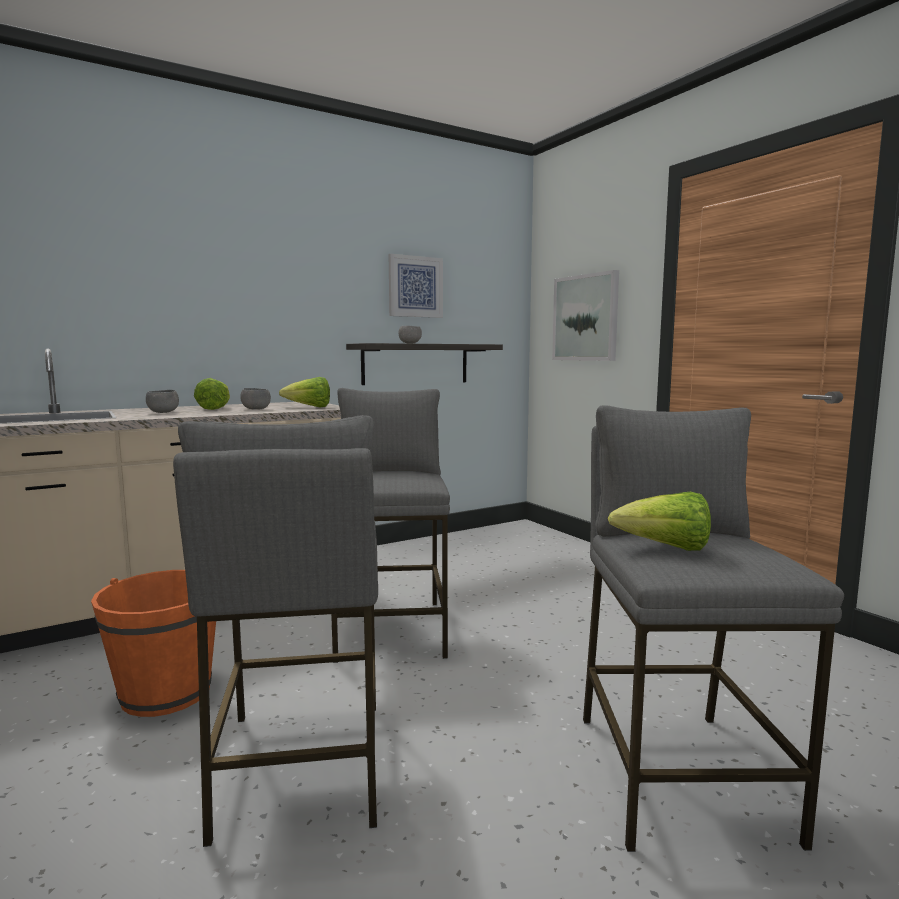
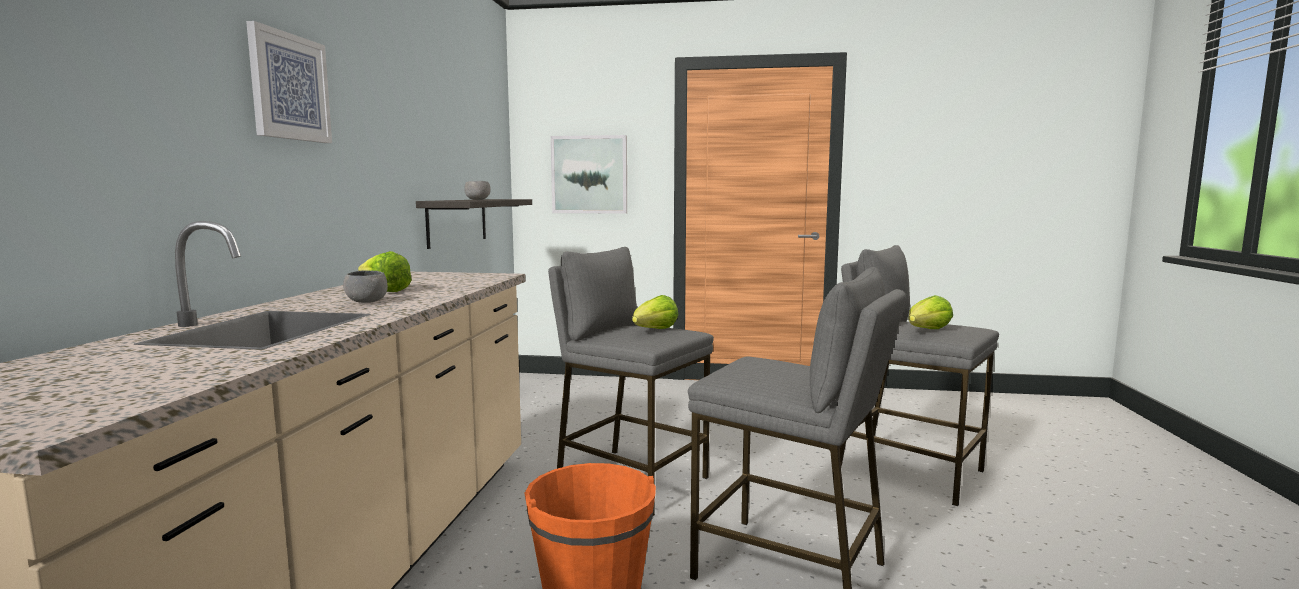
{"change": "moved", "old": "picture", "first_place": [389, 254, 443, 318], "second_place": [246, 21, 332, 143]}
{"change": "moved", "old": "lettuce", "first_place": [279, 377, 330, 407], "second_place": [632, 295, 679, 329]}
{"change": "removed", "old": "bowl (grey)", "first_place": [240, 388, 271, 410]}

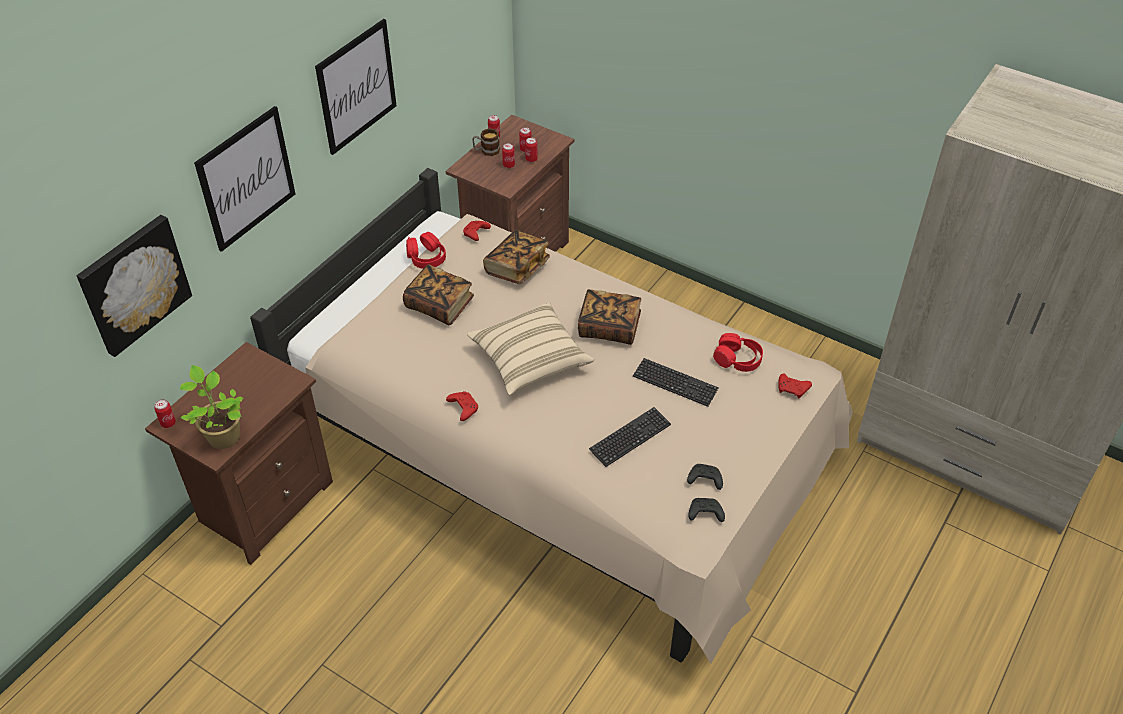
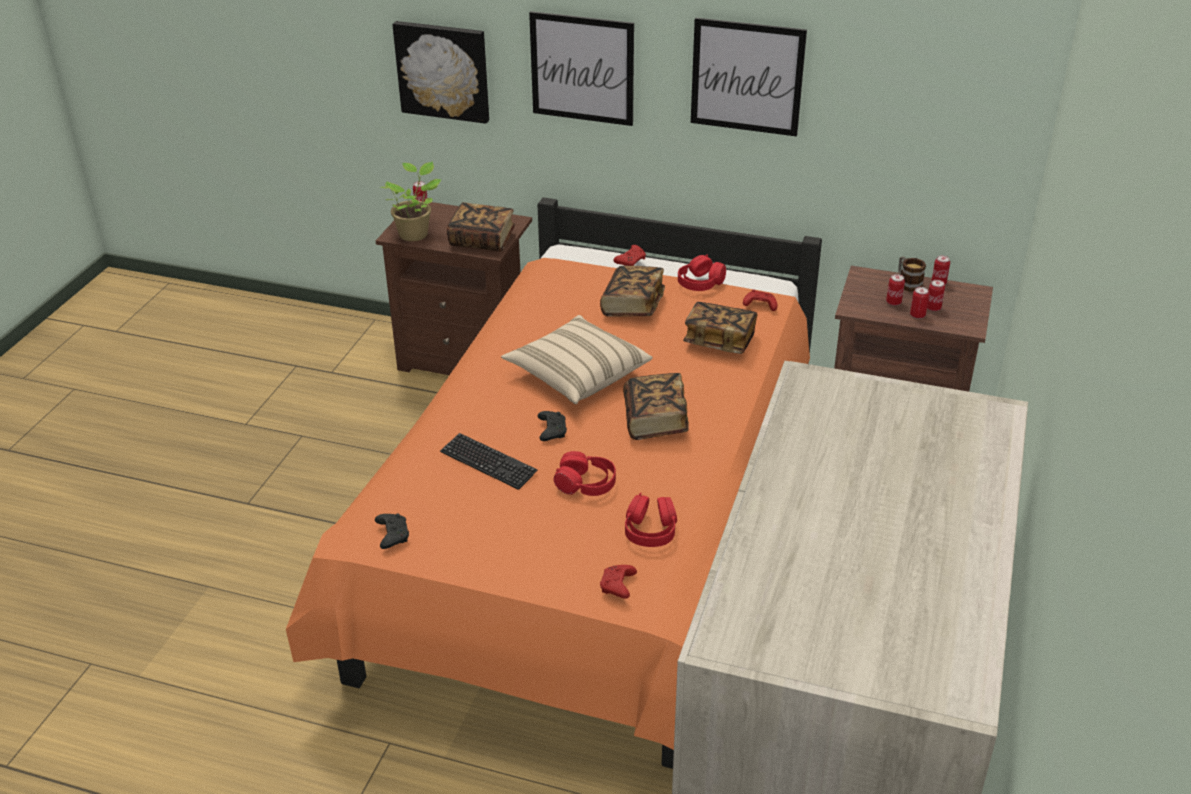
{"change": "recoloured", "old": "bed (beige)", "new": "bed (orange)", "first_place": [250, 168, 853, 664], "second_place": [286, 197, 822, 769]}
{"change": "added", "new": "book", "second_place": [447, 202, 515, 252]}
{"change": "moved", "old": "game controller (black)", "first_place": [687, 464, 723, 490], "second_place": [538, 411, 567, 441]}
{"change": "replaced", "old": "keyboard", "new": "headphones (red)", "first_place": [633, 358, 719, 407], "second_place": [554, 451, 616, 496]}
{"change": "moved", "old": "game controller (red)", "first_place": [446, 391, 478, 421], "second_place": [614, 245, 646, 266]}

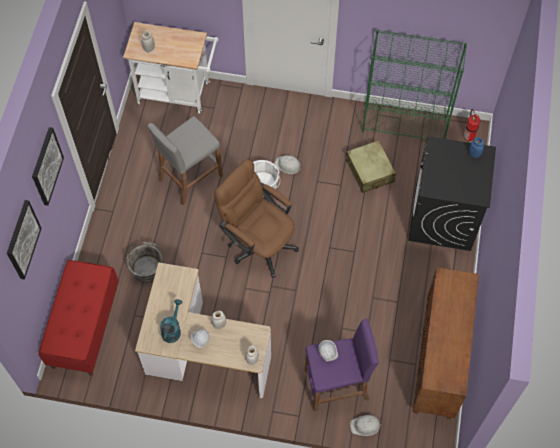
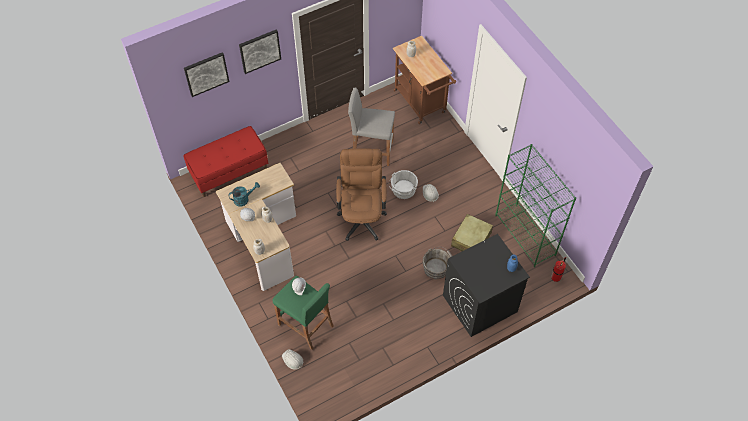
{"change": "recoloured", "old": "stool (purple)", "new": "stool (green)", "first_place": [305, 319, 379, 412], "second_place": [273, 276, 334, 350]}
{"change": "recoloured", "old": "cart (white)", "new": "cart (brown)", "first_place": [123, 22, 219, 114], "second_place": [393, 36, 456, 124]}
{"change": "moved", "old": "bucket (grey)", "first_place": [126, 241, 164, 283], "second_place": [423, 247, 452, 279]}
{"change": "removed", "old": "cabinet (brown)", "first_place": [413, 267, 479, 419]}

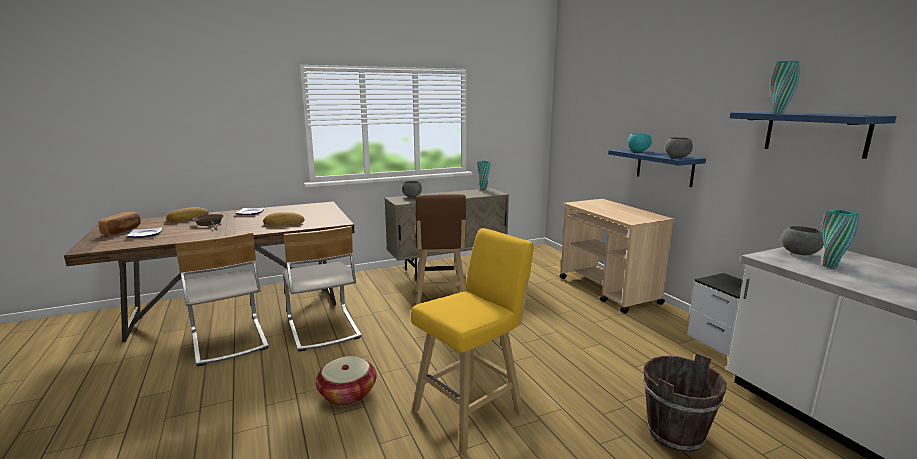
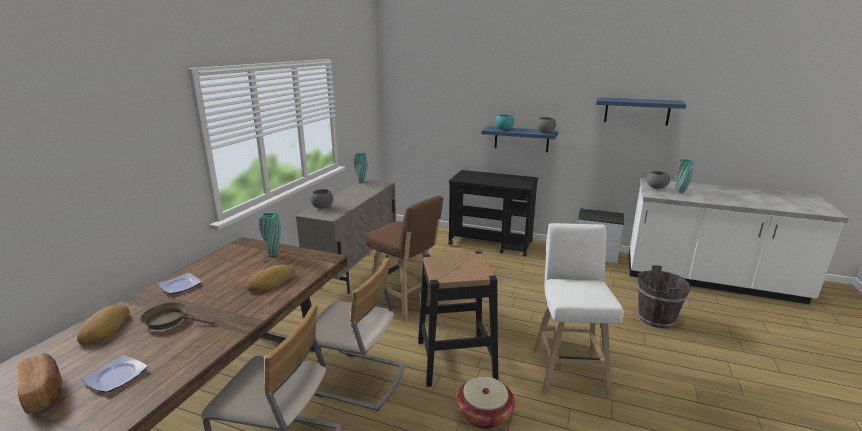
{"change": "moved", "old": "vase (turquoise)", "first_place": [771, 61, 800, 113], "second_place": [259, 213, 281, 256]}
{"change": "added", "new": "stool (black)", "second_place": [418, 251, 498, 387]}
{"change": "recoloured", "old": "cart (beige)", "new": "cart (black)", "first_place": [560, 199, 675, 314], "second_place": [448, 170, 538, 257]}
{"change": "recoloured", "old": "stool (yellow)", "new": "stool (white)", "first_place": [411, 228, 533, 452], "second_place": [533, 223, 624, 397]}

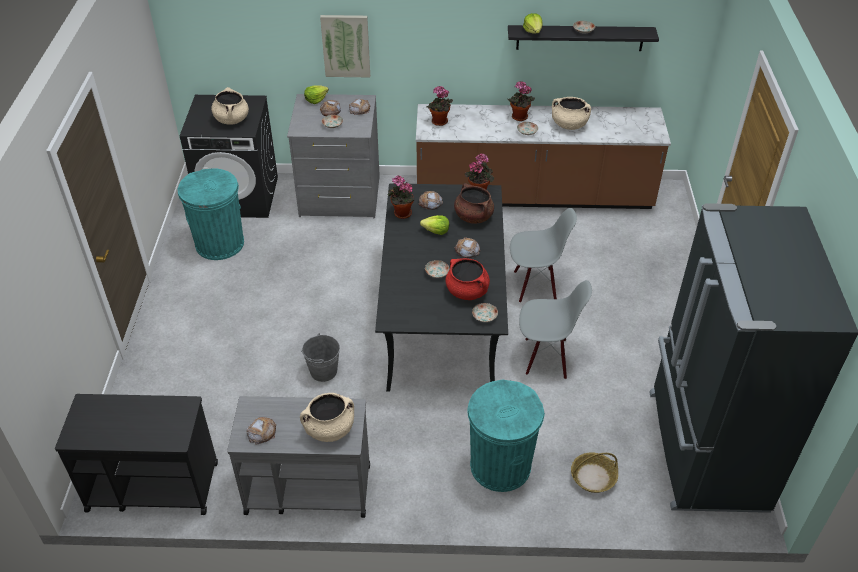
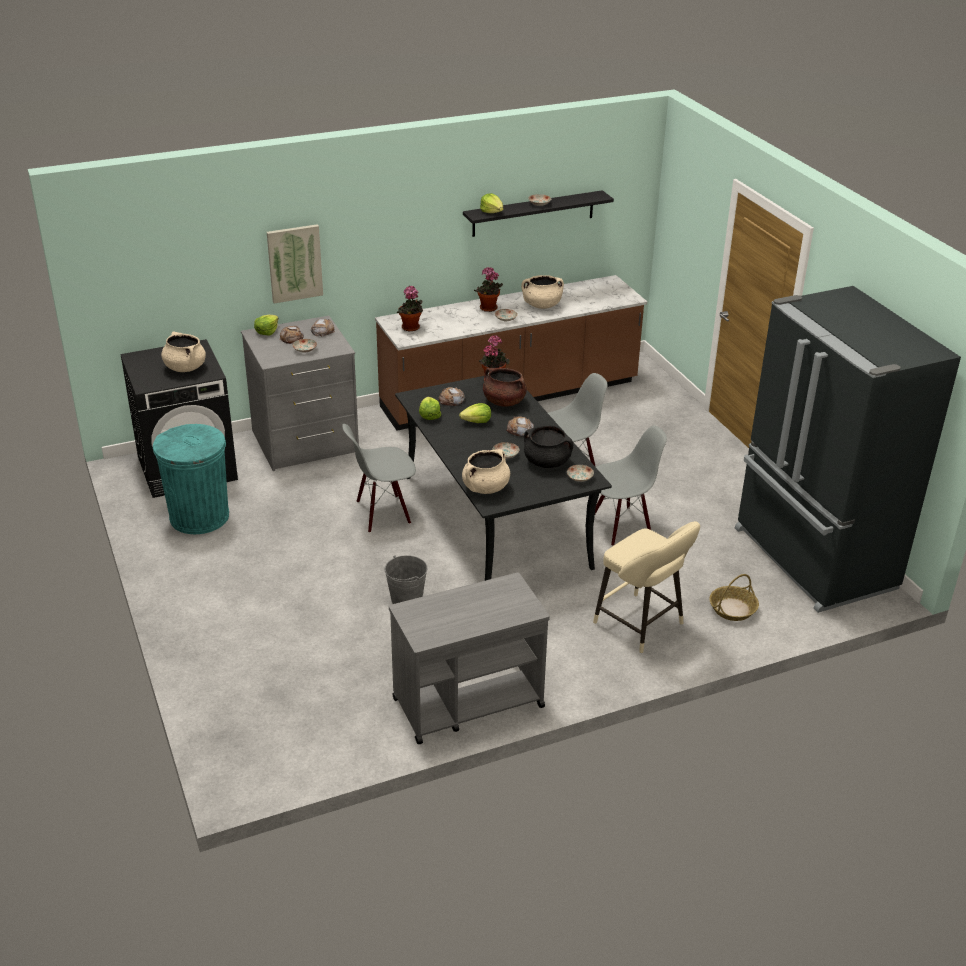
{"change": "added", "new": "chair (grey)", "second_place": [342, 424, 416, 533]}
{"change": "replaced", "old": "potted plant", "new": "lettuce", "first_place": [387, 175, 414, 219], "second_place": [419, 397, 441, 420]}
{"change": "moved", "old": "cooking pot (beige)", "first_place": [300, 393, 354, 442], "second_place": [462, 449, 510, 494]}
{"change": "recoloured", "old": "cooking pot (red)", "new": "cooking pot (black)", "first_place": [445, 258, 490, 300], "second_place": [524, 426, 573, 468]}
{"change": "replaced", "old": "trash can (turquoise)", "new": "stool (beige)", "first_place": [467, 379, 545, 492], "second_place": [593, 521, 700, 653]}
{"change": "removed", "old": "cart (black)", "first_place": [55, 394, 218, 515]}
{"change": "removed", "old": "bread", "first_place": [246, 417, 276, 445]}

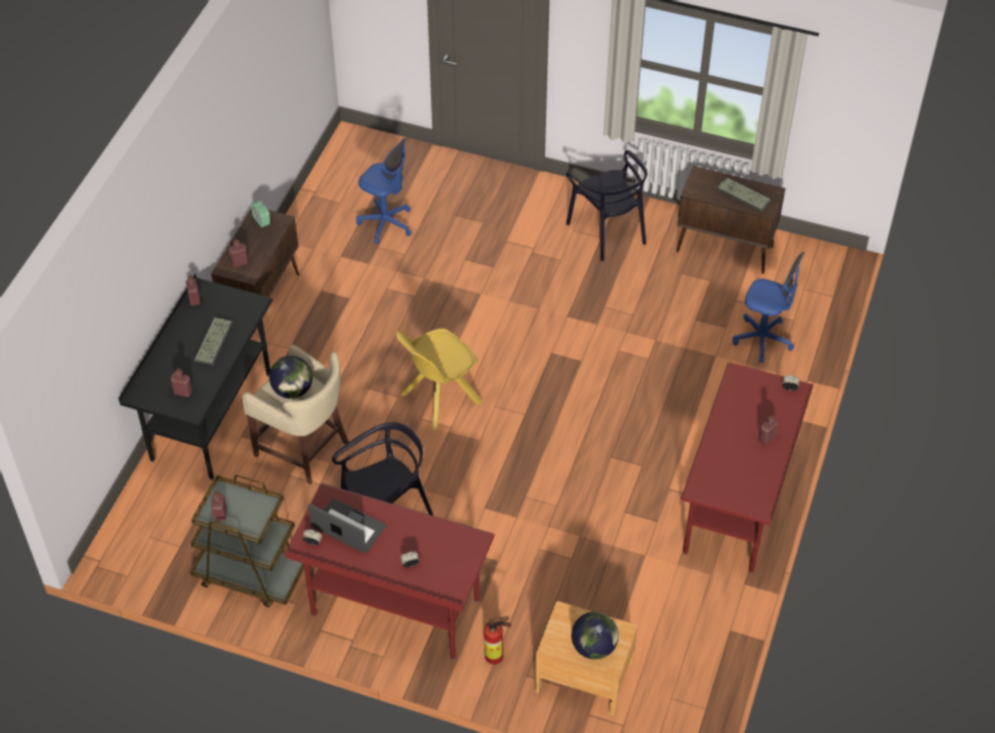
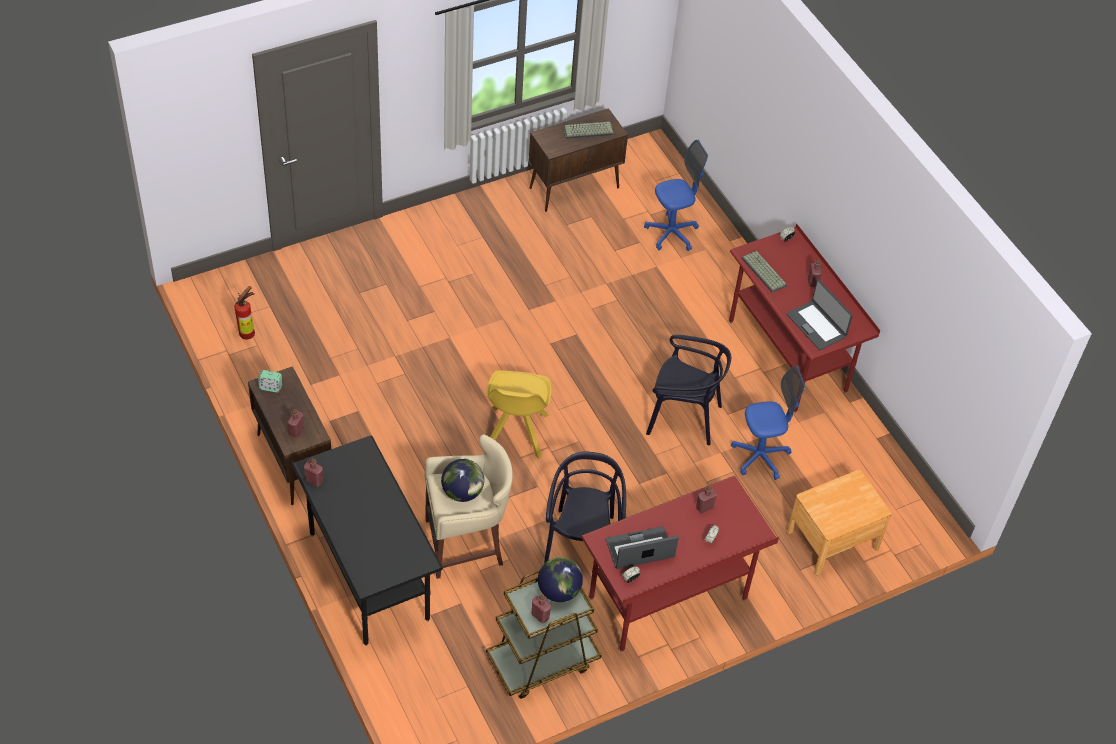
{"change": "moved", "old": "fire extinguisher", "first_place": [484, 616, 511, 664], "second_place": [234, 286, 255, 339]}
{"change": "moved", "old": "globe", "first_place": [571, 612, 619, 659], "second_place": [538, 557, 583, 602]}
{"change": "moved", "old": "chair (black)", "first_place": [566, 150, 648, 261], "second_place": [646, 335, 731, 446]}
{"change": "moved", "old": "bottle (red)", "first_place": [170, 368, 192, 397], "second_place": [696, 485, 717, 513]}
{"change": "moved", "old": "office chair (blue)", "first_place": [356, 138, 412, 244], "second_place": [731, 365, 805, 480]}
{"change": "moved", "old": "keyboard", "first_place": [194, 317, 234, 365], "second_place": [742, 251, 787, 293]}
{"change": "added", "new": "laptop", "second_place": [786, 279, 853, 350]}

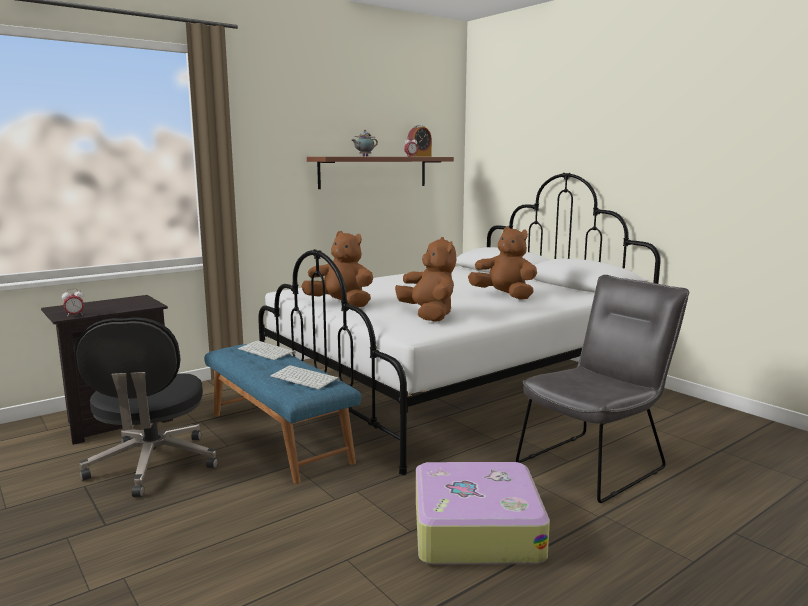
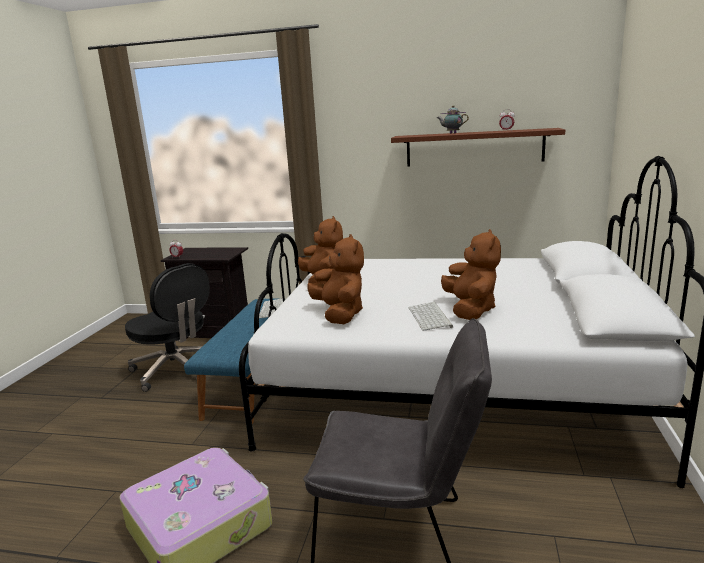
{"change": "turned", "old": "office chair (black)", "first_place": [75, 317, 218, 497], "second_place": [125, 263, 210, 392], "degrees": -90}
{"change": "turned", "old": "plush toy (brown)", "first_place": [395, 237, 457, 322], "second_place": [308, 234, 364, 324], "degrees": -45}
{"change": "moved", "old": "keyboard", "first_place": [270, 365, 340, 389], "second_place": [408, 302, 453, 331]}
{"change": "removed", "old": "alarm clock", "first_place": [407, 125, 432, 157]}

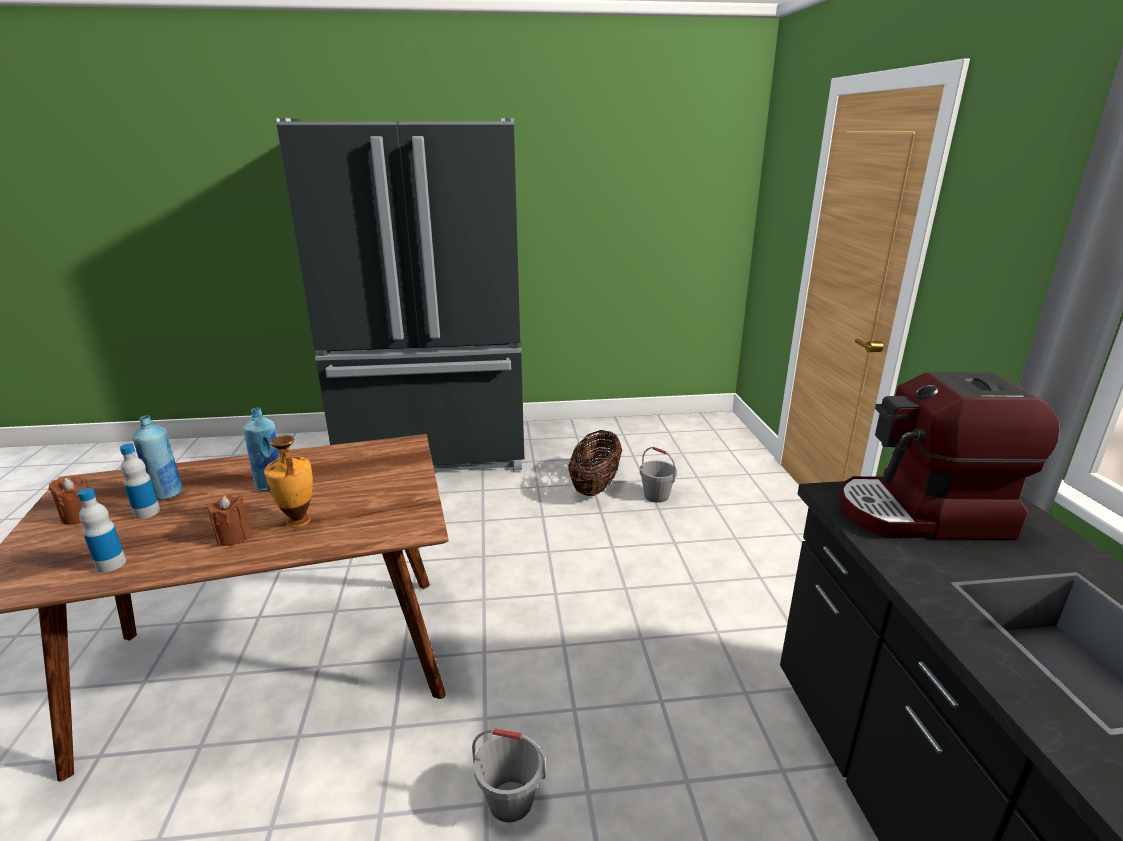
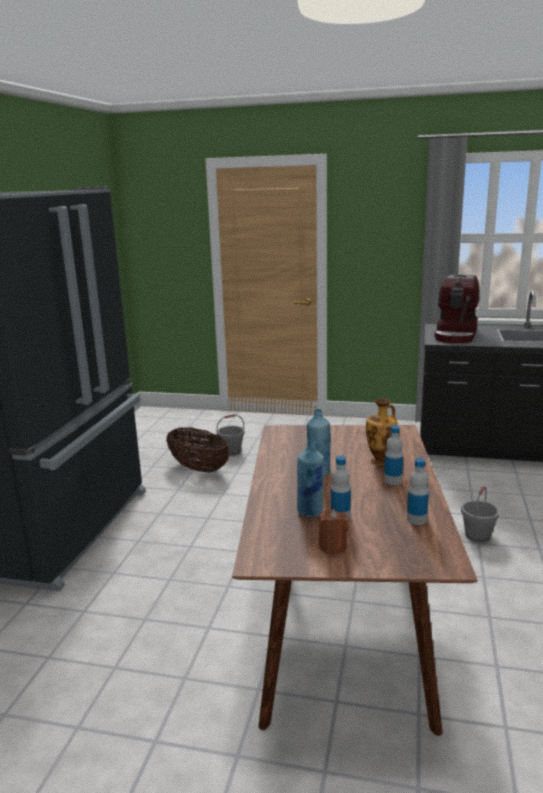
{"change": "replaced", "old": "candle (brown)", "new": "bottle", "first_place": [208, 495, 251, 546], "second_place": [384, 425, 403, 485]}

